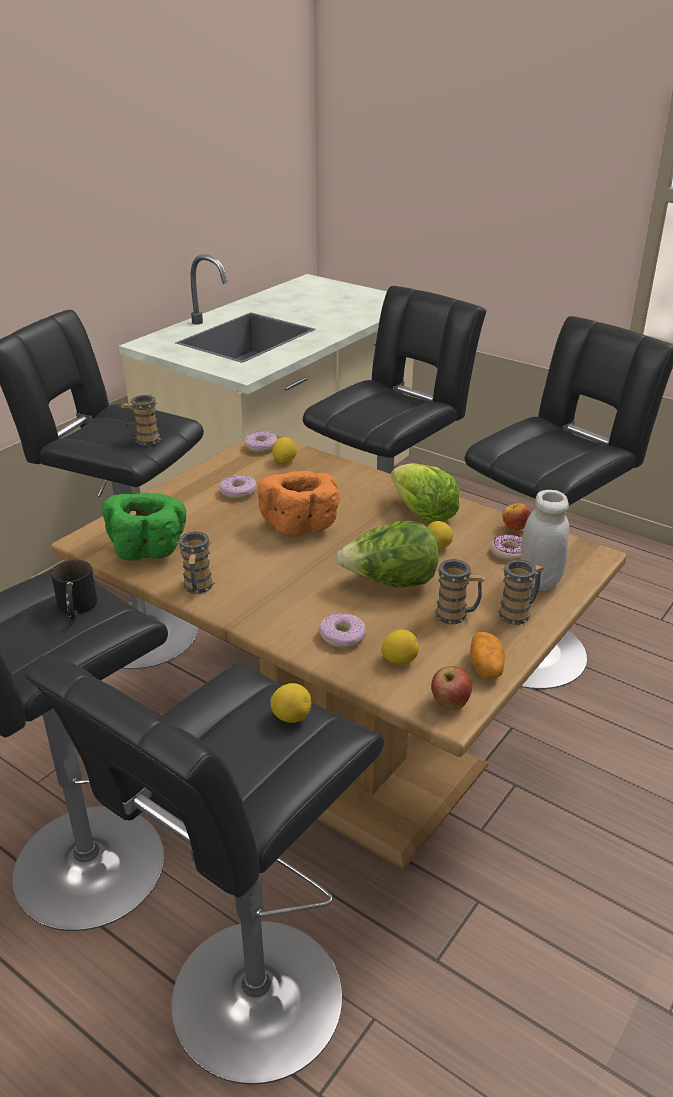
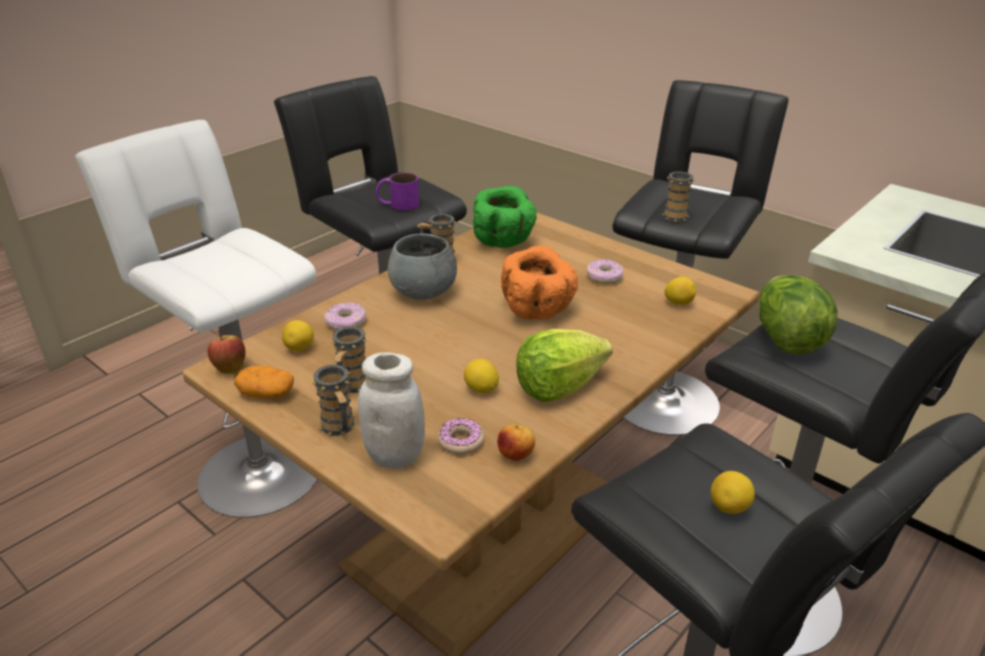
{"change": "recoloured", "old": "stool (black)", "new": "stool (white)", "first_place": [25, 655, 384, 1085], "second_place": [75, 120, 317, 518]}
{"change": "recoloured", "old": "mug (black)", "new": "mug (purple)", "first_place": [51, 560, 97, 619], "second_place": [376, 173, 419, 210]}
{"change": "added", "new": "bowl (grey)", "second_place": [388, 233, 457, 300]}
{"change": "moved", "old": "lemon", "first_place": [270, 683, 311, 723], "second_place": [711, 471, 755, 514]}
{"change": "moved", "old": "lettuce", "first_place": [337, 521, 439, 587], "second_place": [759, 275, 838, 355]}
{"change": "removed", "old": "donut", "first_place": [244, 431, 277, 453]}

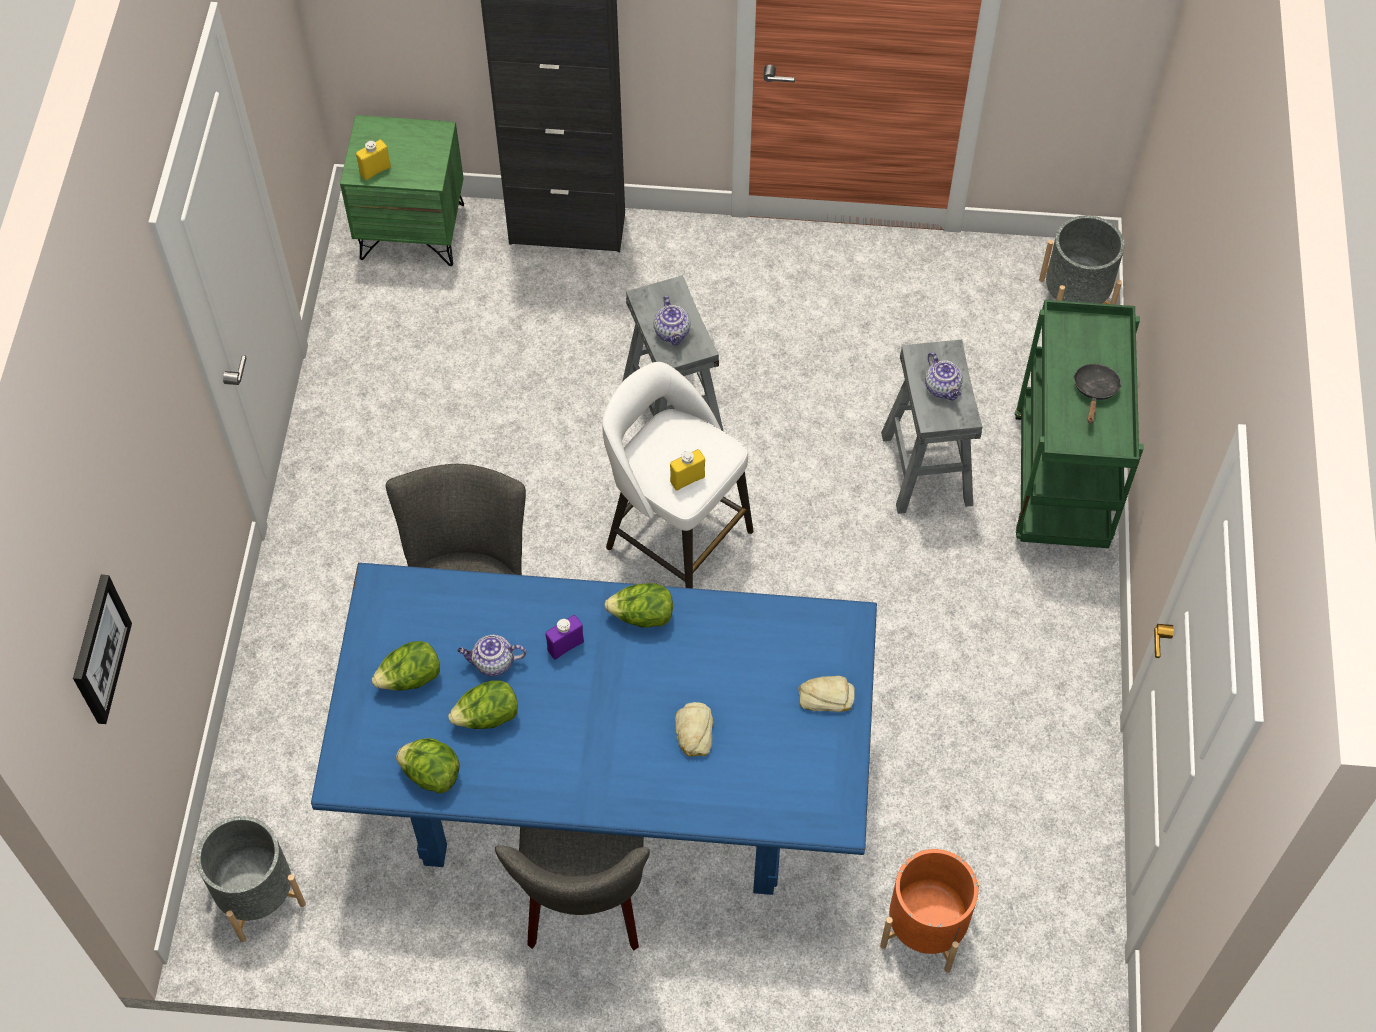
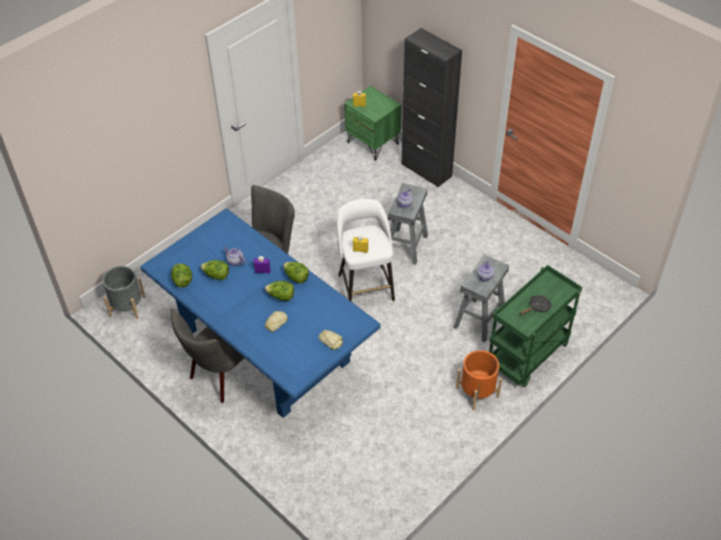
{"change": "moved", "old": "lettuce", "first_place": [372, 641, 440, 691], "second_place": [265, 281, 294, 301]}
{"change": "moved", "old": "planter (orange)", "first_place": [880, 849, 980, 973], "second_place": [456, 350, 502, 410]}
{"change": "removed", "old": "picture", "first_place": [73, 575, 132, 724]}
{"change": "removed", "old": "planter (grey)", "first_place": [1039, 215, 1124, 305]}

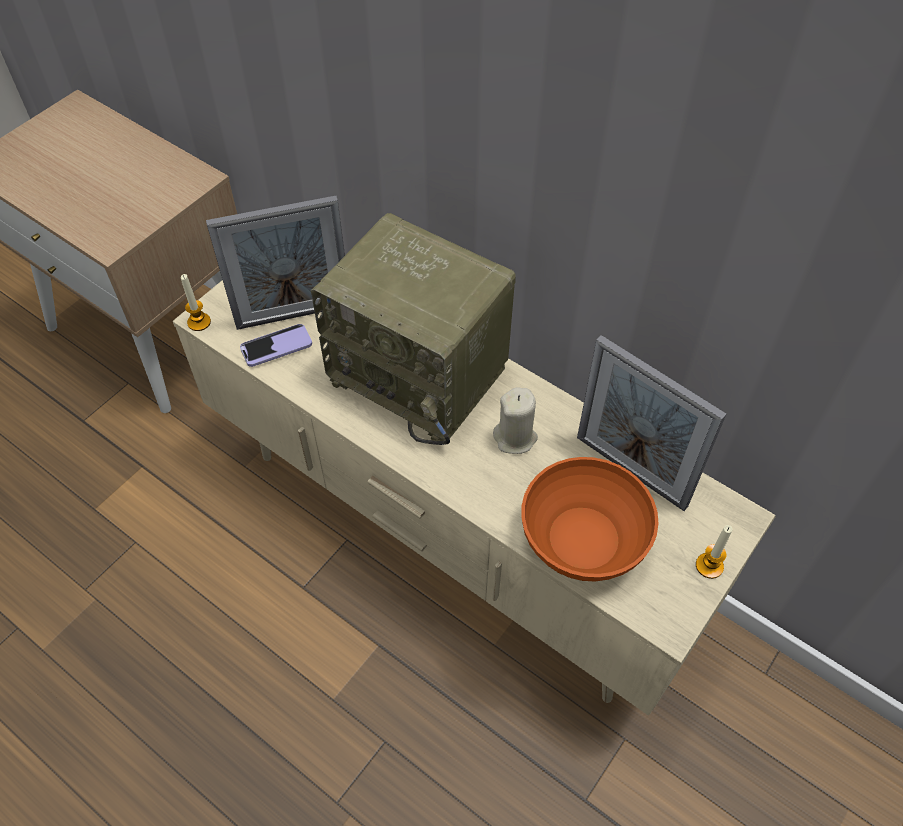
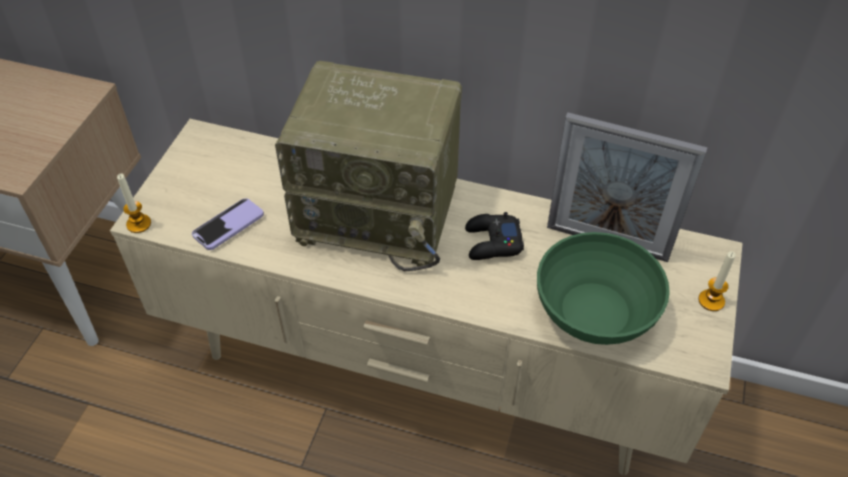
{"change": "replaced", "old": "candle (beige)", "new": "game controller (black)", "first_place": [493, 387, 538, 454], "second_place": [465, 212, 524, 260]}
{"change": "recoloured", "old": "bowl (orange)", "new": "bowl (green)", "first_place": [521, 457, 659, 581], "second_place": [537, 232, 670, 345]}
{"change": "removed", "old": "picture frame", "first_place": [206, 196, 345, 330]}

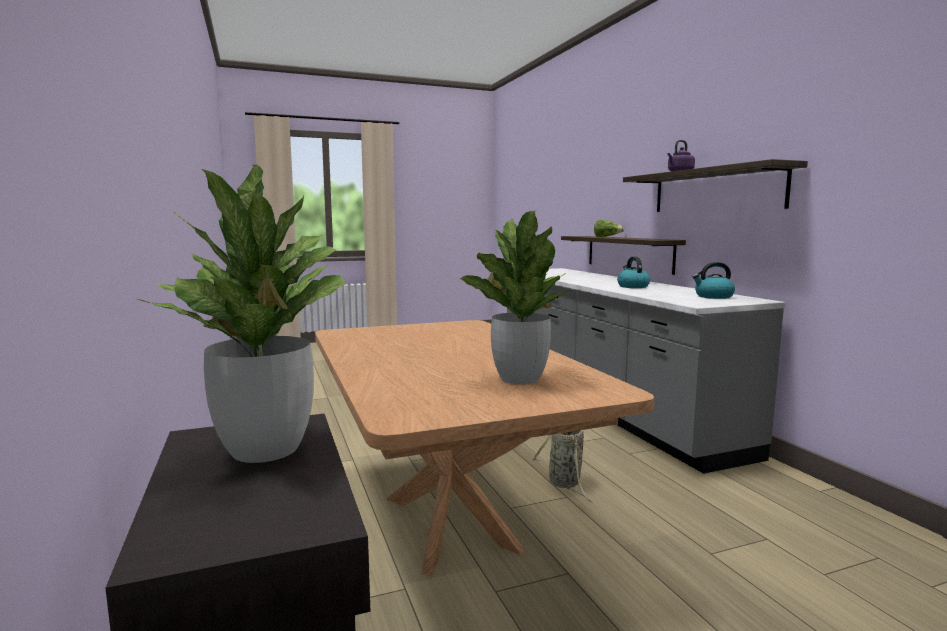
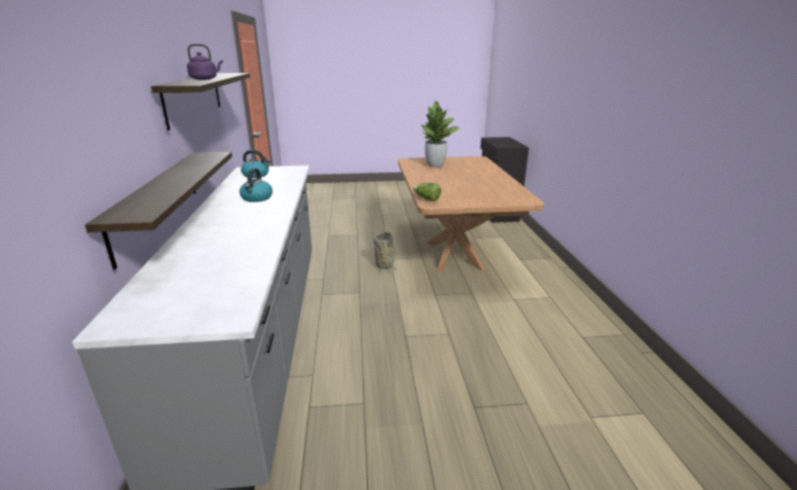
{"change": "moved", "old": "lettuce", "first_place": [594, 220, 624, 237], "second_place": [412, 183, 441, 201]}
{"change": "removed", "old": "potted plant", "first_place": [137, 165, 346, 463]}

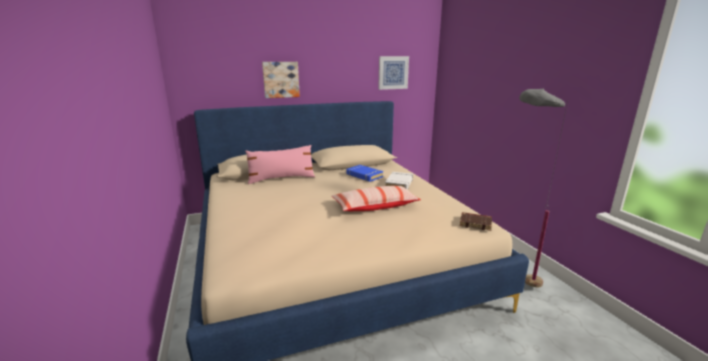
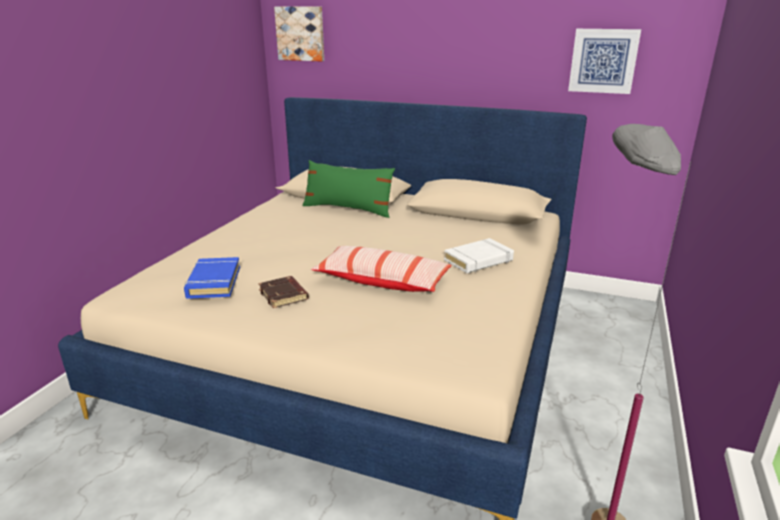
{"change": "moved", "old": "book (blue)", "first_place": [346, 165, 383, 182], "second_place": [184, 257, 240, 299]}
{"change": "moved", "old": "book (brown)", "first_place": [460, 212, 492, 231], "second_place": [258, 276, 309, 308]}
{"change": "moved", "old": "picture", "first_place": [262, 62, 300, 98], "second_place": [274, 6, 324, 61]}
{"change": "recoloured", "old": "pillow (pink)", "new": "pillow (green)", "first_place": [245, 145, 315, 184], "second_place": [302, 160, 395, 218]}

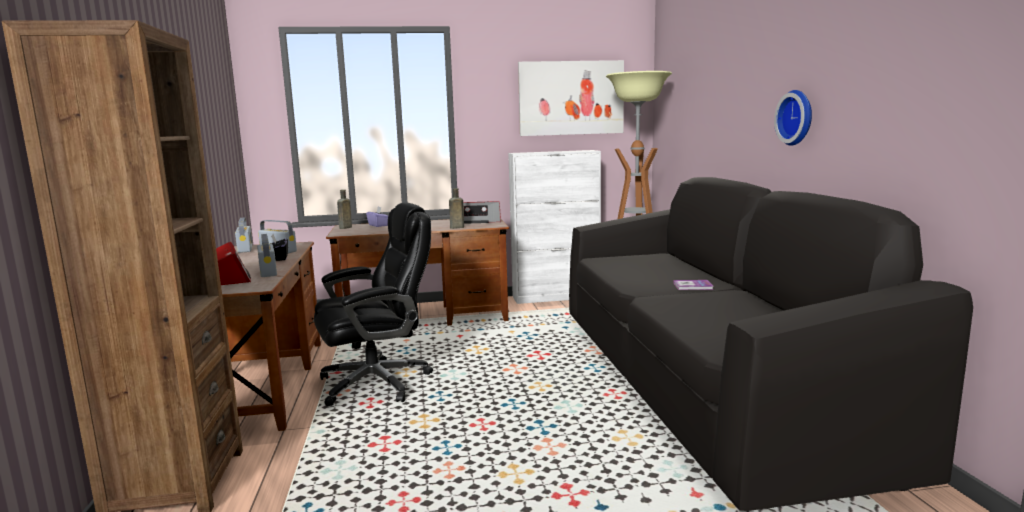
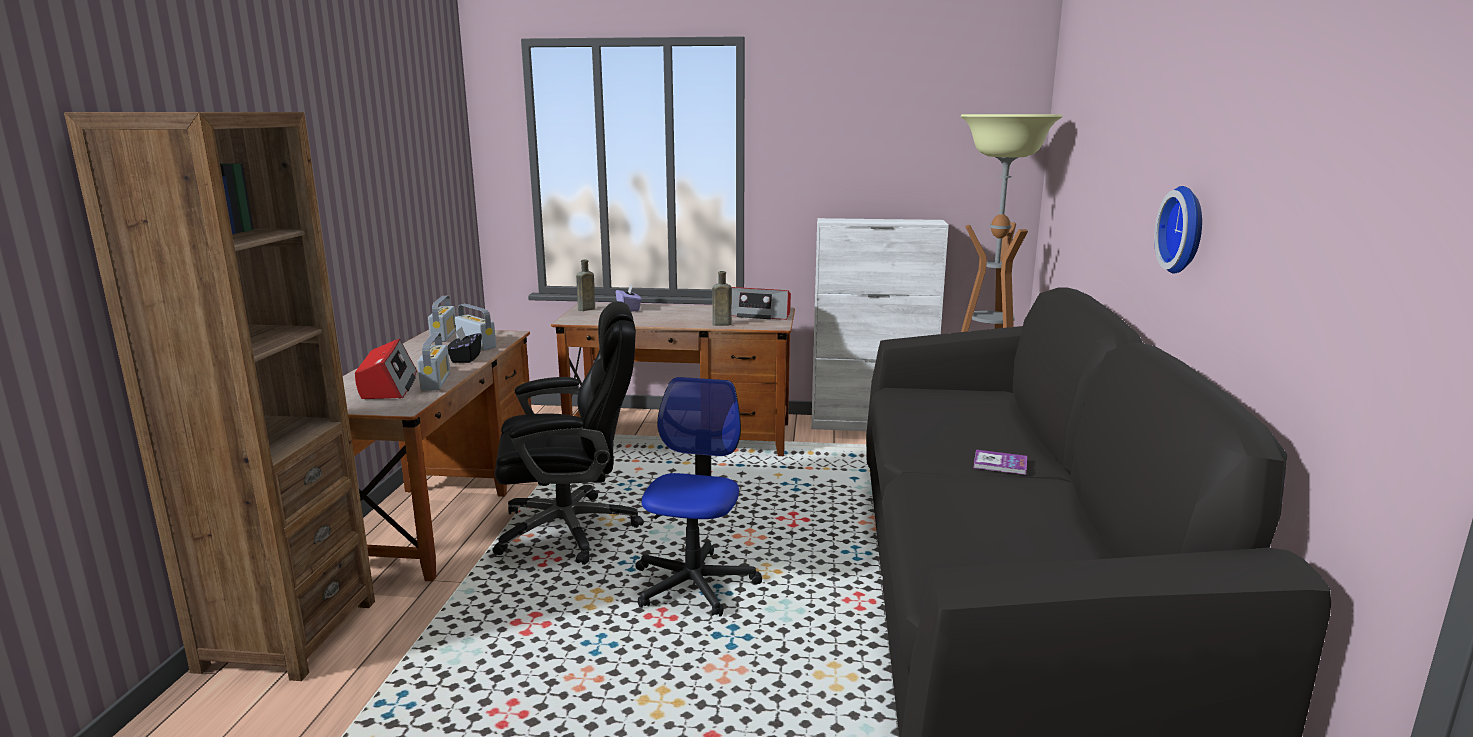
{"change": "added", "new": "office chair", "second_place": [635, 377, 762, 616]}
{"change": "removed", "old": "picture", "first_place": [518, 60, 624, 136]}

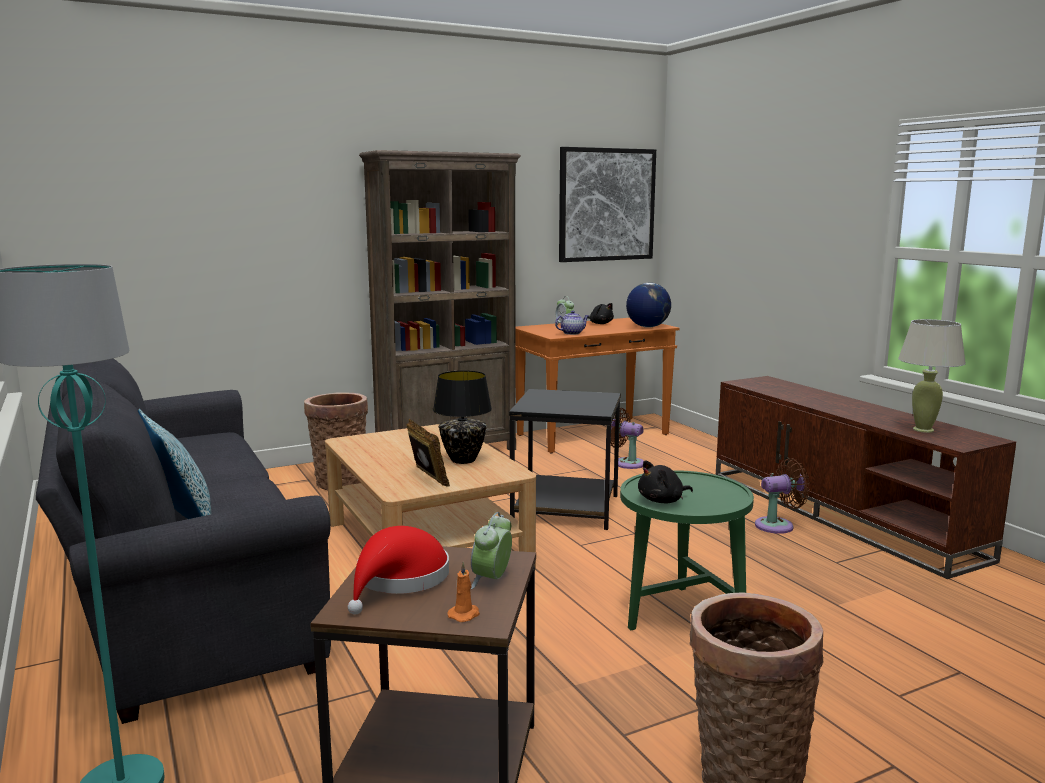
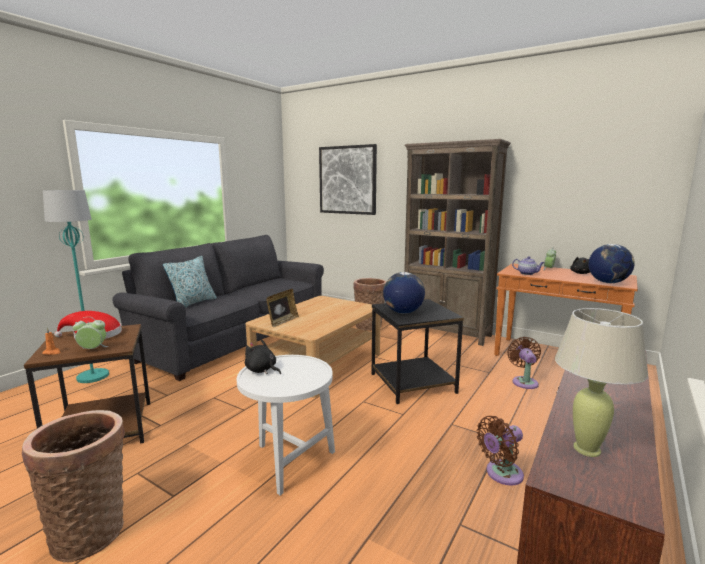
{"change": "recoloured", "old": "side table (green)", "new": "side table (white)", "first_place": [620, 470, 754, 630], "second_place": [237, 355, 335, 495]}
{"change": "moved", "old": "picture", "first_place": [559, 147, 656, 262], "second_place": [319, 144, 377, 215]}
{"change": "added", "new": "globe", "second_place": [383, 272, 425, 314]}
{"change": "turned", "old": "fan (brown)", "first_place": [755, 458, 810, 534], "second_place": [477, 416, 524, 486], "degrees": 105}
{"change": "removed", "old": "table lamp (black)", "first_place": [433, 370, 492, 464]}

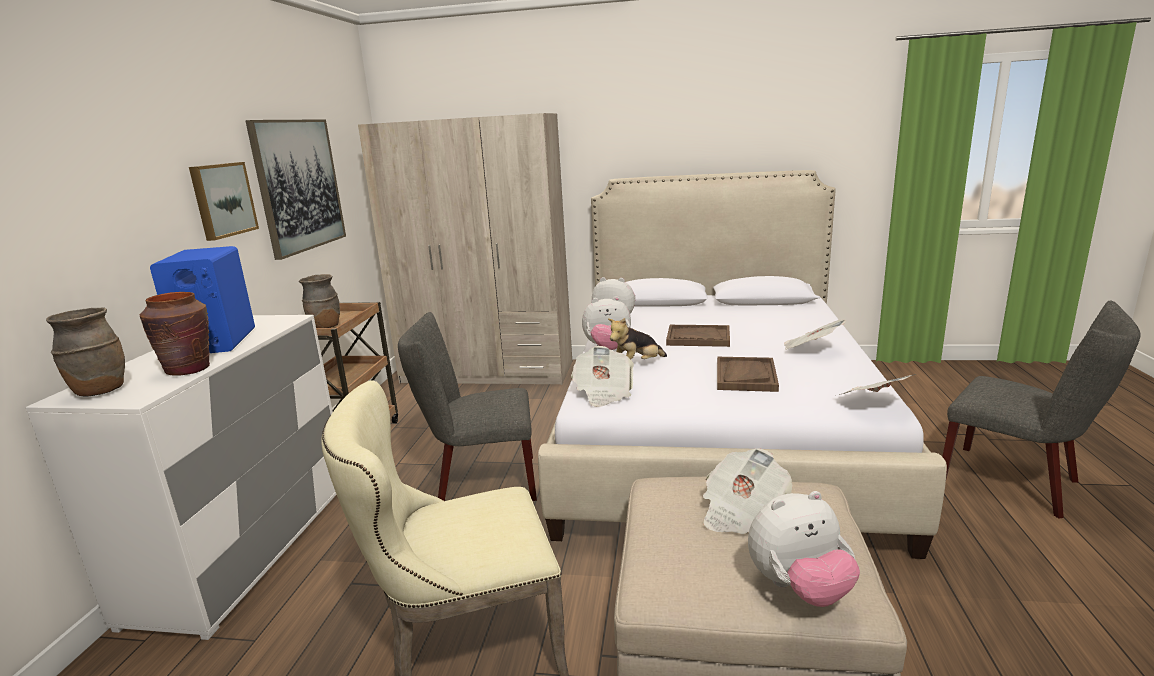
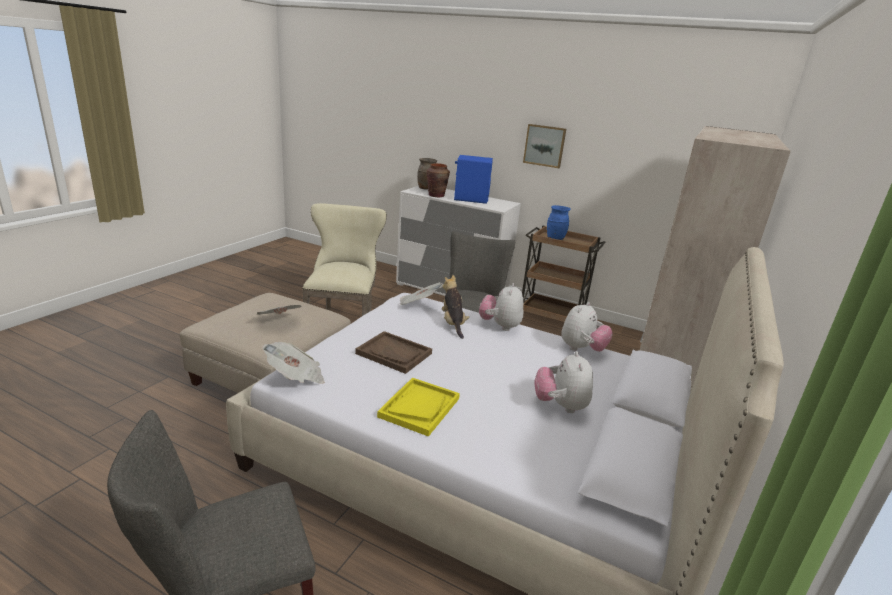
{"change": "replaced", "old": "newspaper", "new": "tray (yellow)", "first_place": [784, 319, 846, 350], "second_place": [377, 378, 460, 437]}
{"change": "moved", "old": "plush toy", "first_place": [748, 491, 860, 607], "second_place": [534, 351, 593, 413]}
{"change": "recoloured", "old": "vase (brown)", "new": "vase (blue)", "first_place": [299, 274, 340, 328], "second_place": [547, 205, 571, 240]}
{"change": "removed", "old": "picture", "first_place": [245, 119, 346, 260]}
{"change": "removed", "old": "tray (brown)", "first_place": [666, 325, 730, 347]}

